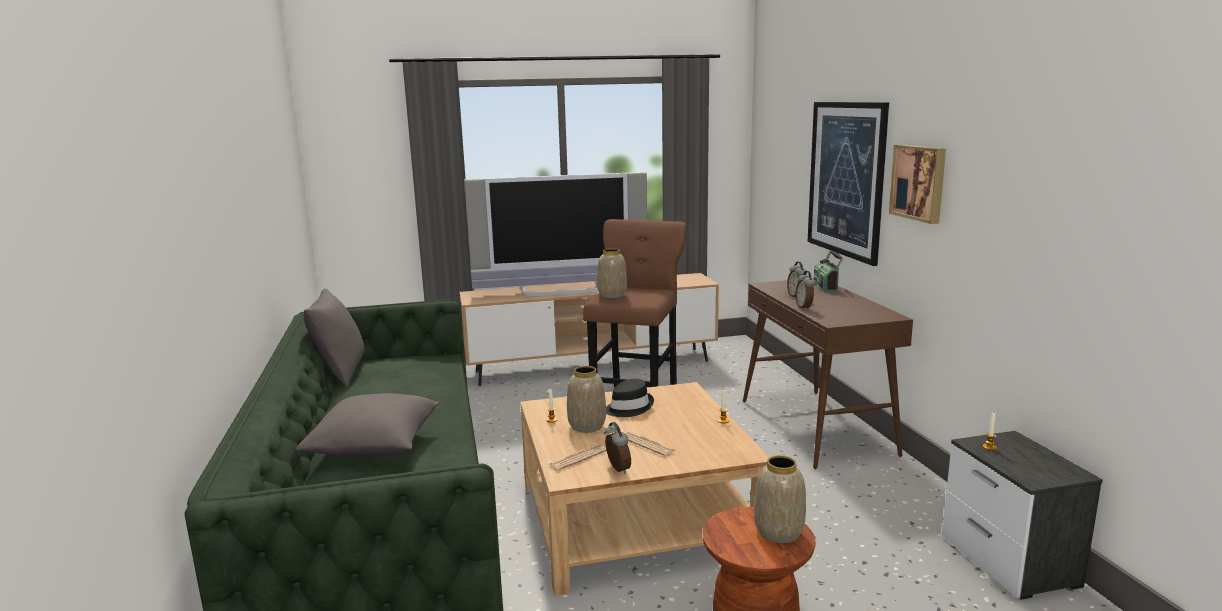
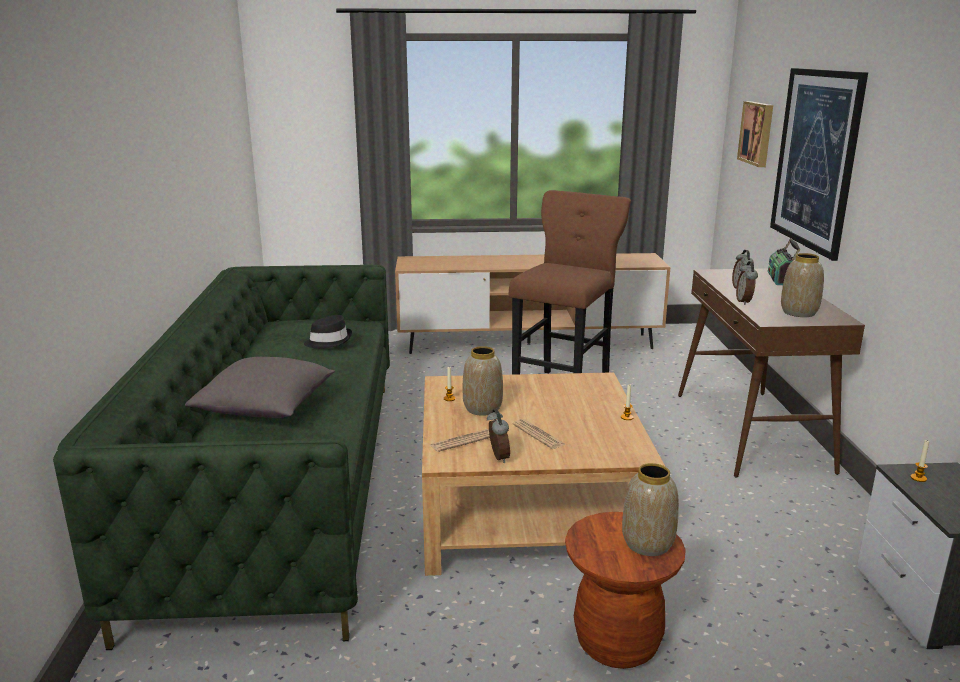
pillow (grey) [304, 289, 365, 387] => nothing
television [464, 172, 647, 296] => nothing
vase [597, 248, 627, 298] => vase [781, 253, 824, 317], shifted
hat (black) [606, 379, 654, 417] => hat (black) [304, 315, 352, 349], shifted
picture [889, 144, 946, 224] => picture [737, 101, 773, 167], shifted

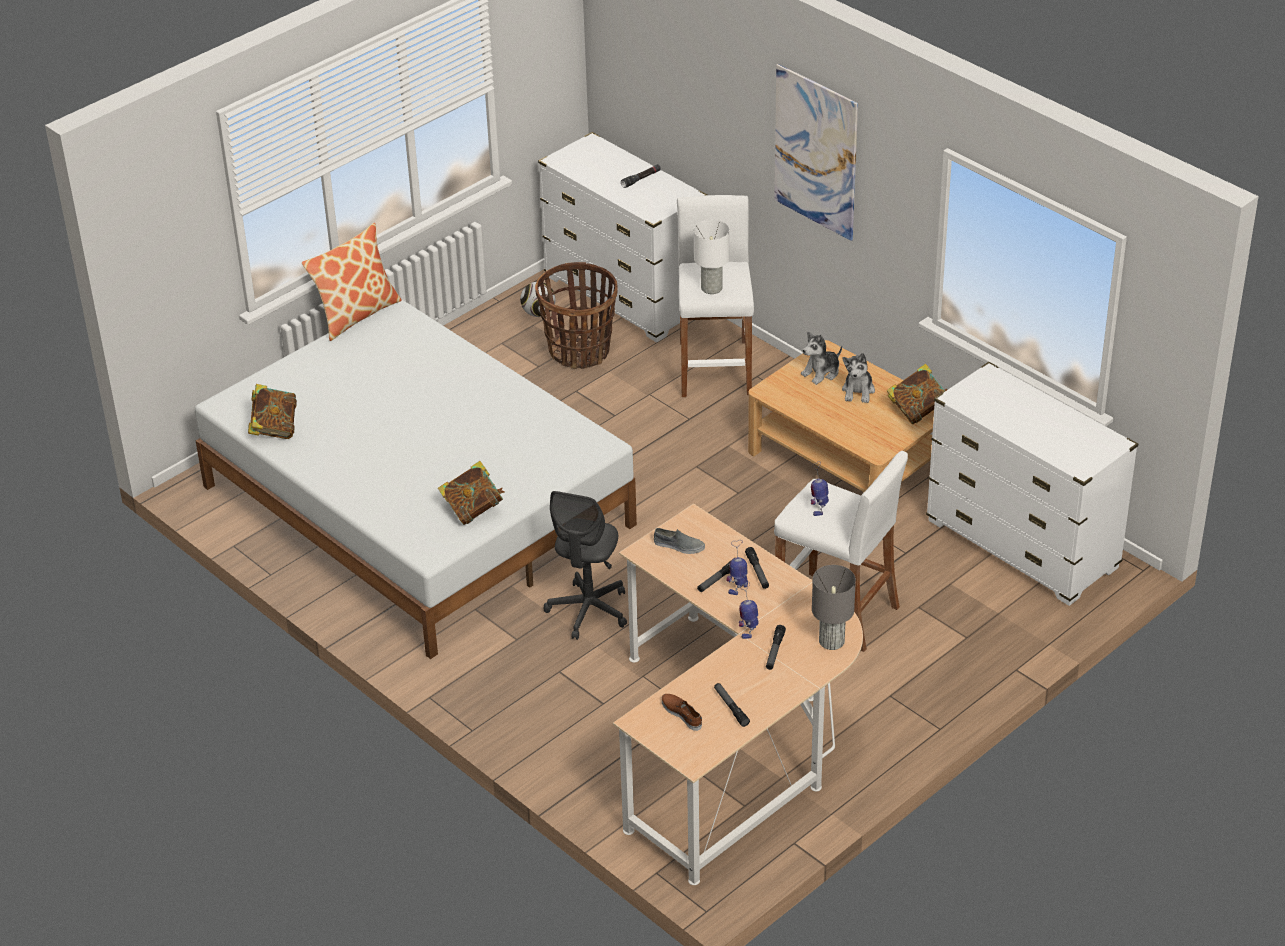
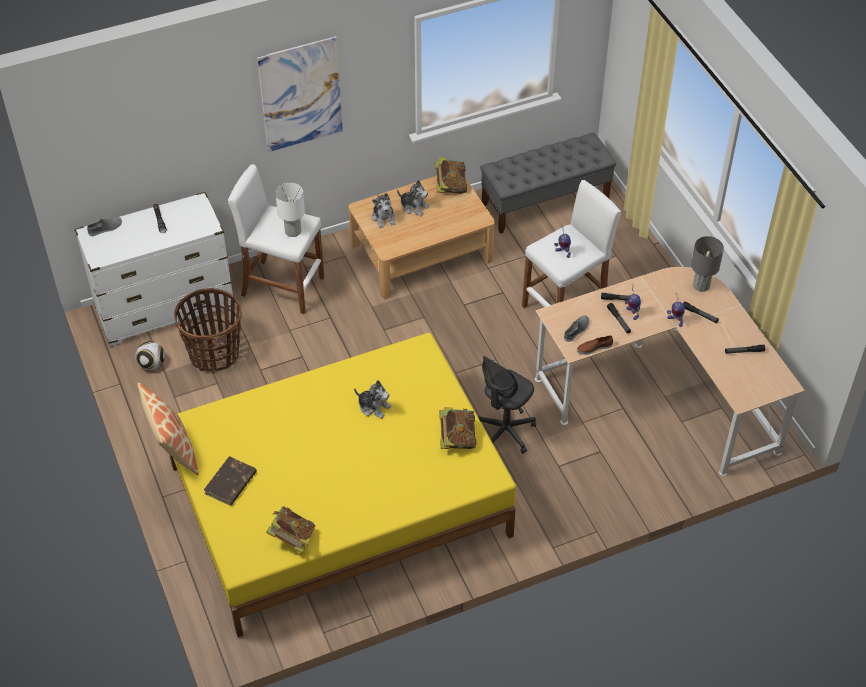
nothing => shoe (grey) [87, 217, 122, 236]
nothing => book (brown) [204, 456, 257, 506]
nothing => plush toy [354, 380, 391, 419]
shoe (brown) [662, 694, 702, 731] => shoe (brown) [577, 335, 613, 355], shifted
dresser (white) [926, 362, 1138, 606] => bench (grey) [480, 132, 616, 234]
bed (white) [195, 300, 637, 659] => bed (yellow) [169, 333, 516, 637]
office chair (grey) [544, 491, 627, 640] => office chair (grey) [478, 356, 536, 454], 90 degrees clockwise

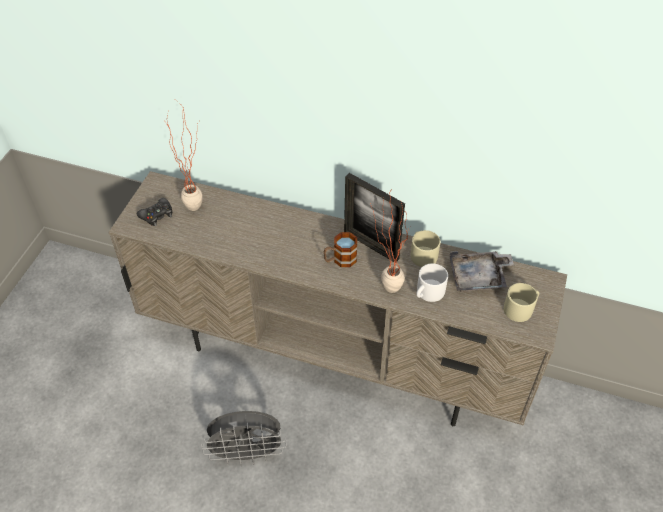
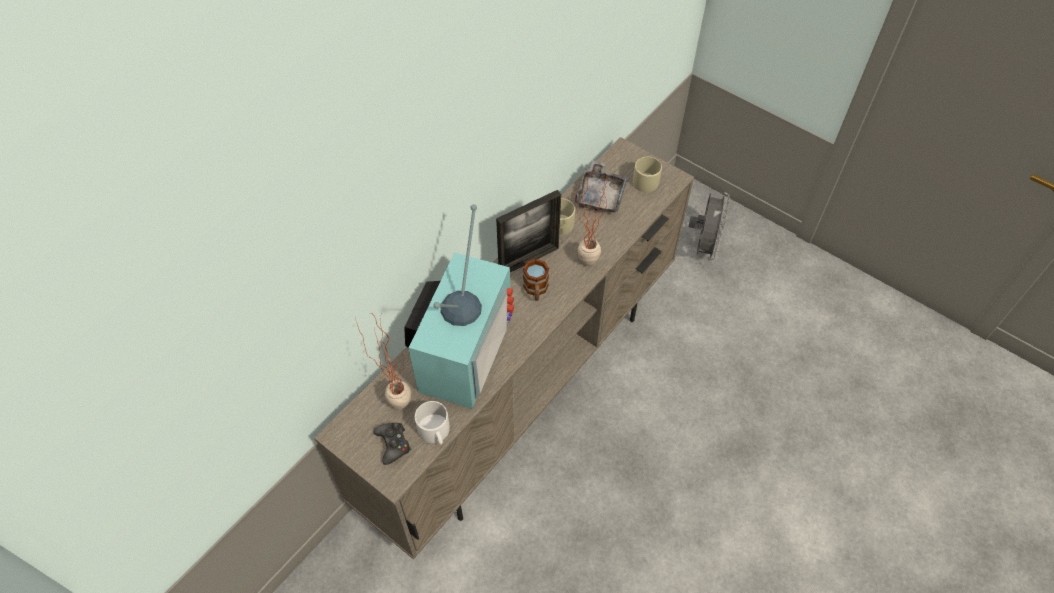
nothing => television [404, 204, 514, 409]
fan (grey) [201, 411, 287, 466] => fan (grey) [689, 192, 730, 262], shifted
mug (white) [416, 263, 448, 302] => mug (white) [415, 401, 450, 445], shifted

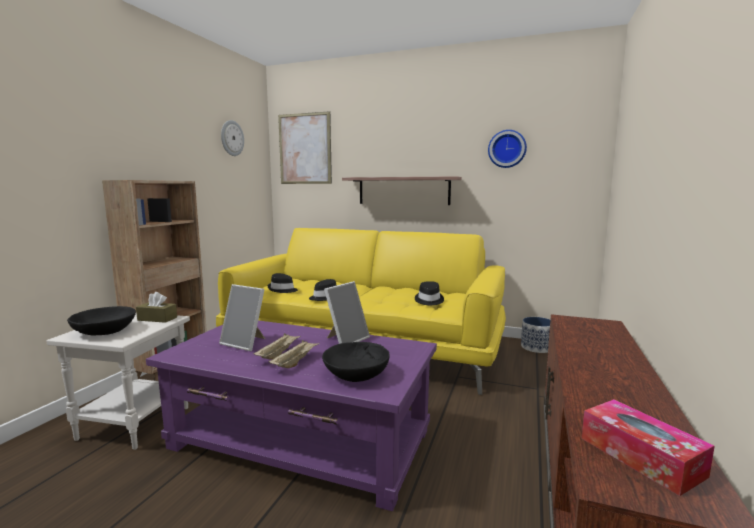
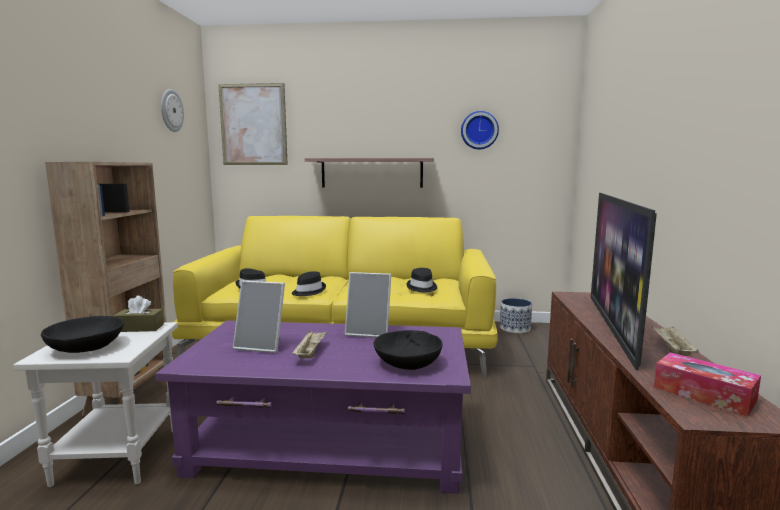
nothing => television [591, 193, 657, 370]
tray (beige) [269, 340, 320, 368] => tray (beige) [652, 327, 699, 356], shifted
picture frame [324, 281, 370, 344] => picture frame [345, 272, 391, 338], 75 degrees clockwise

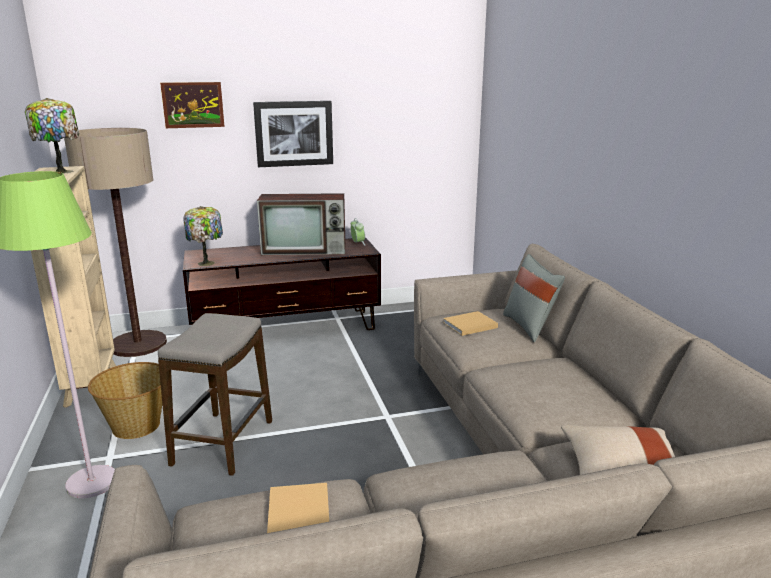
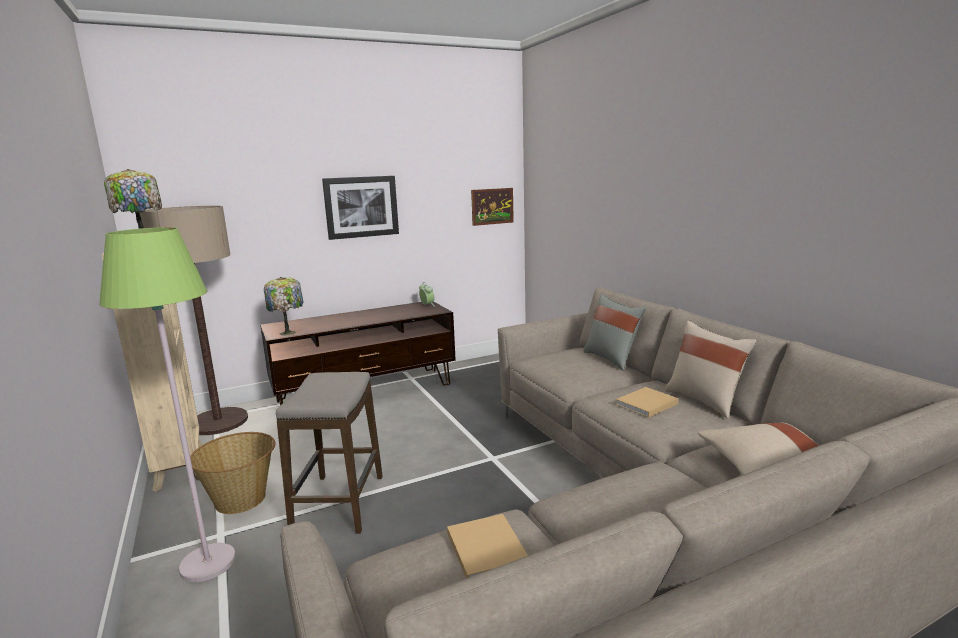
television [257, 193, 345, 255] => nothing
nothing => pillow (beige) [665, 320, 757, 419]
picture [160, 82, 225, 128] => picture [471, 188, 514, 226], shifted
book (beige) [443, 311, 498, 336] => book (beige) [616, 387, 679, 418], shifted

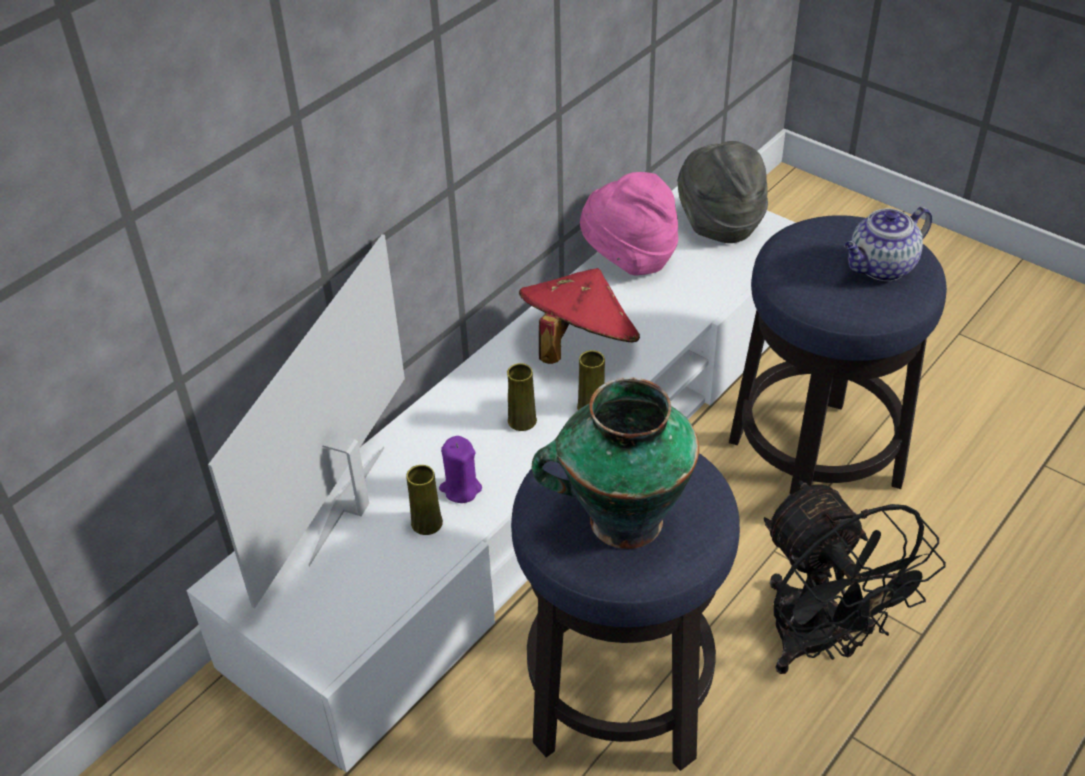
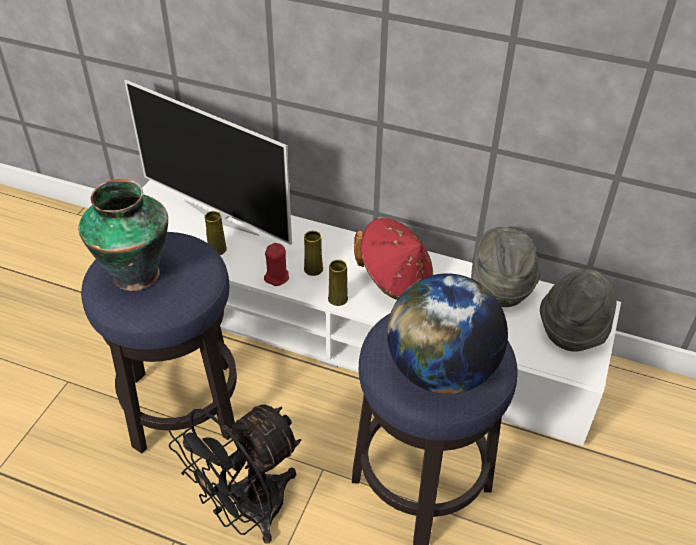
candle (purple) [439, 436, 482, 503] => nothing
nothing => candle (red) [264, 243, 289, 286]
teapot [844, 207, 932, 281] => globe [387, 273, 508, 394]
hat (pink) [580, 172, 678, 276] => hat (grey) [471, 227, 540, 307]
television [208, 234, 405, 608] => television [124, 80, 292, 245], 150 degrees counterclockwise

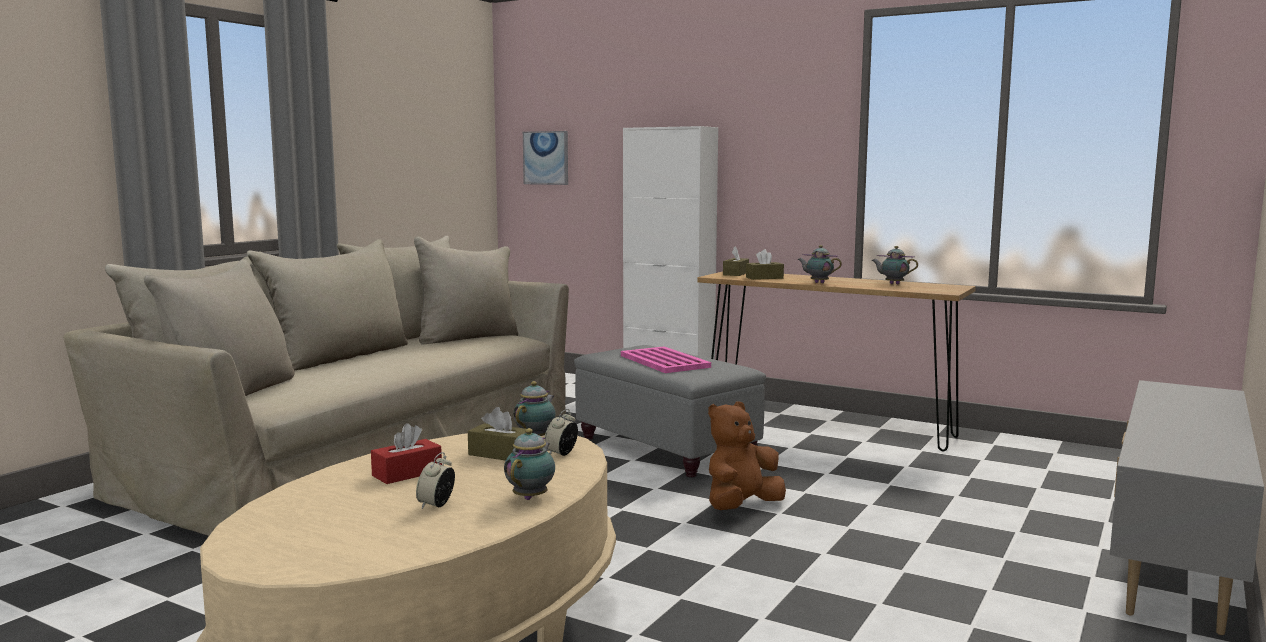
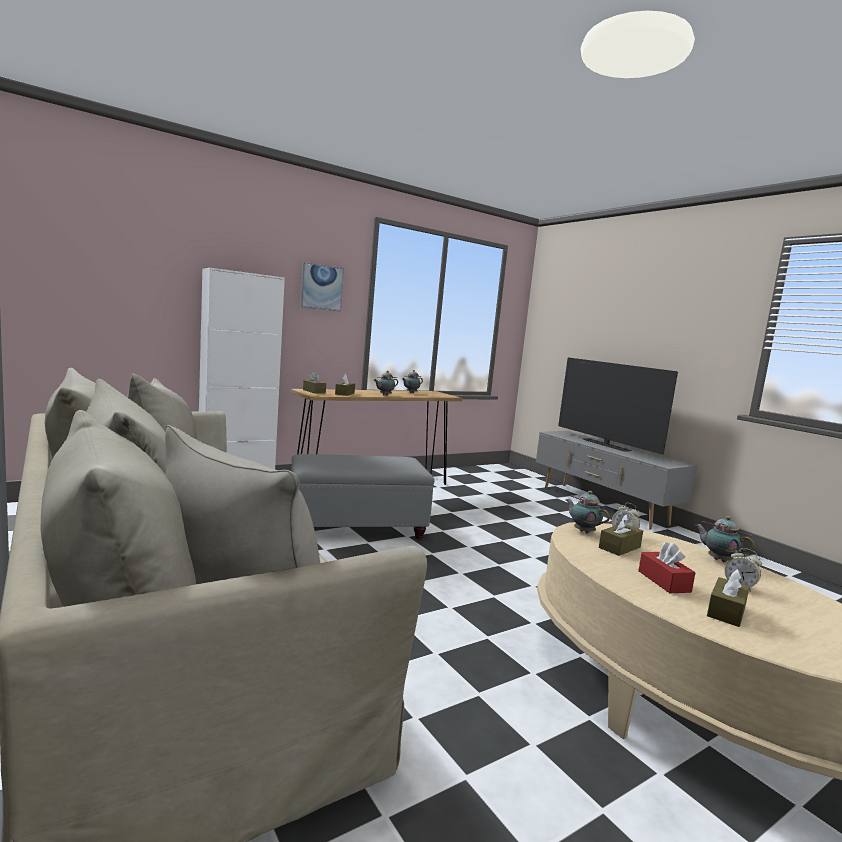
tray (pink) [621, 347, 711, 373] => nothing
plush toy (brown) [708, 401, 786, 510] => nothing
nothing => television [558, 357, 678, 455]
nothing => tissue box (brown) [707, 569, 749, 627]
picture [523, 131, 568, 185] => picture [300, 262, 344, 312], shifted

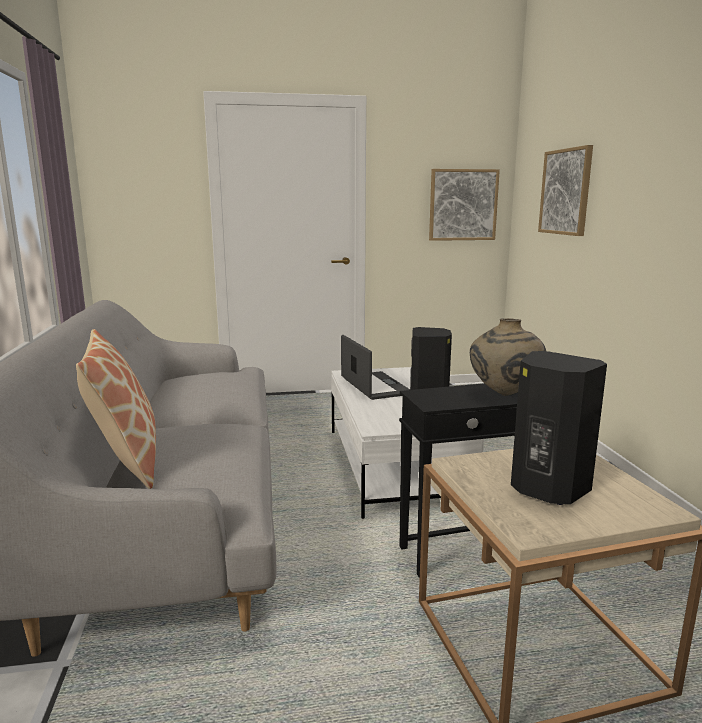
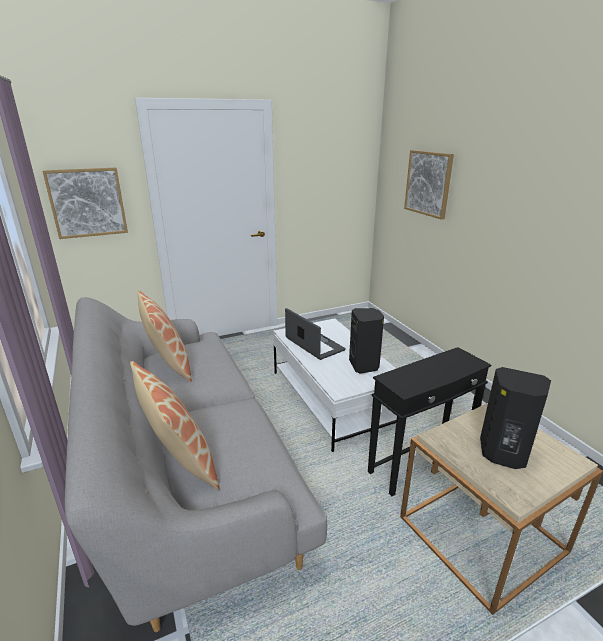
vase (beige) [470, 318, 546, 396] => nothing
nothing => pillow [137, 290, 192, 382]
picture [429, 169, 500, 241] => picture [42, 168, 128, 239], shifted

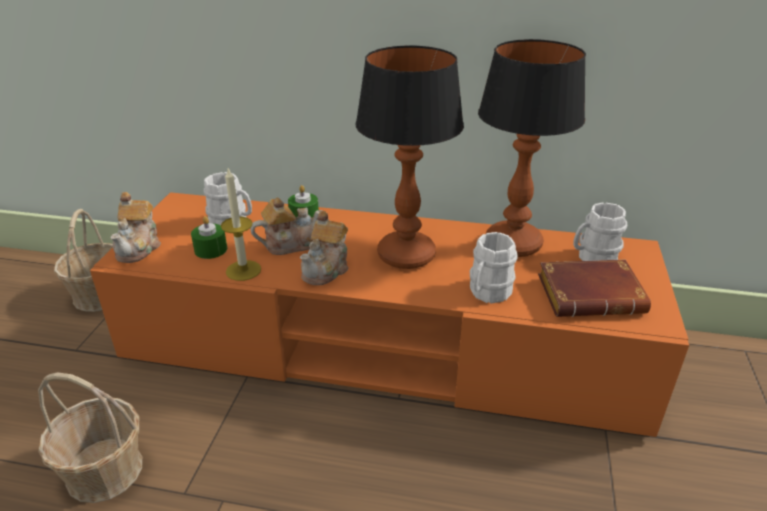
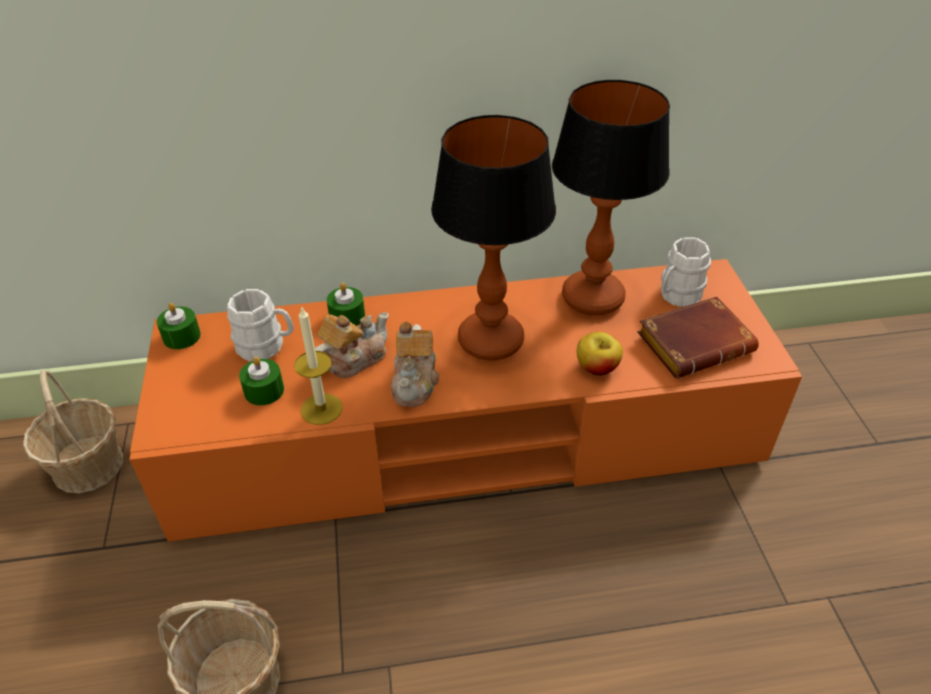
teapot [110, 192, 161, 263] => nothing
nothing => candle (green) [157, 303, 201, 349]
mug (white) [470, 232, 518, 303] => apple [577, 332, 623, 376]

